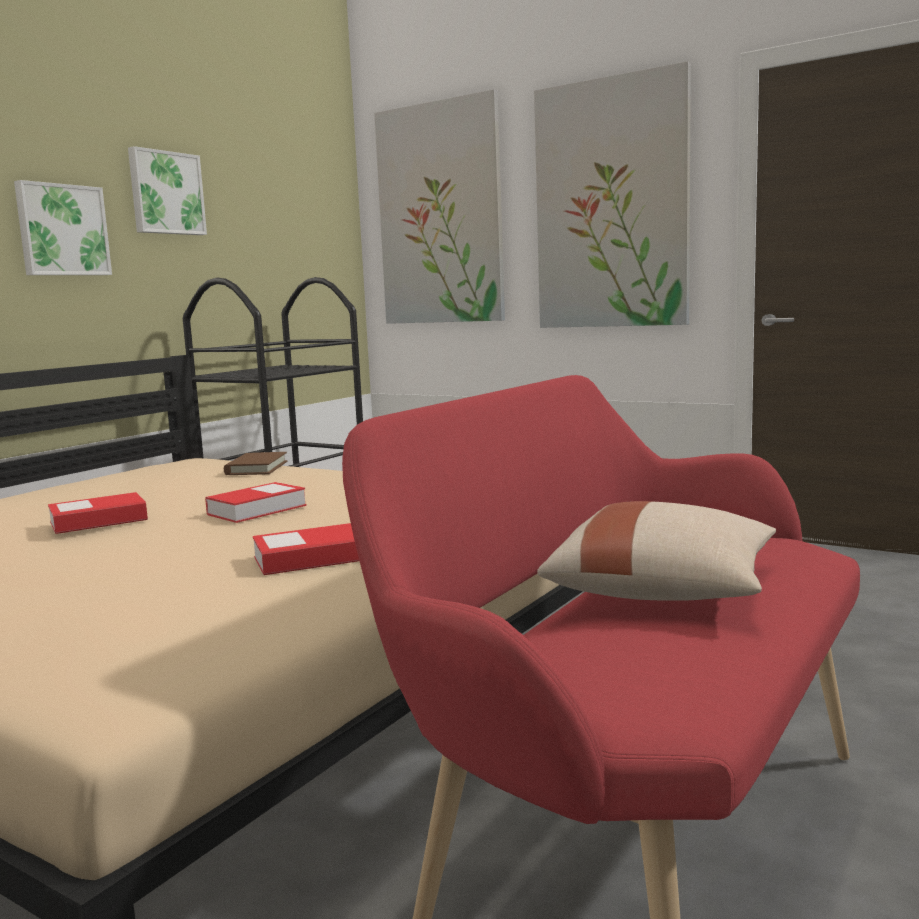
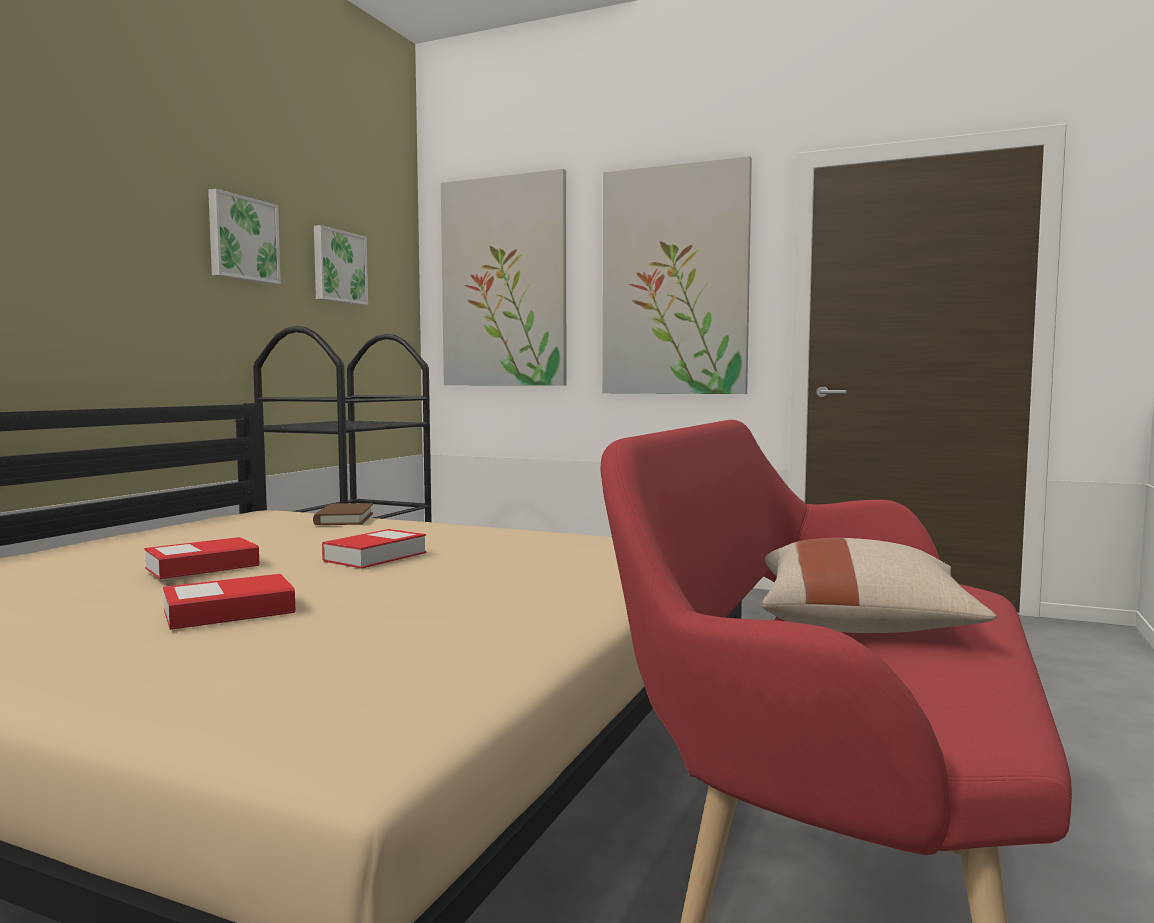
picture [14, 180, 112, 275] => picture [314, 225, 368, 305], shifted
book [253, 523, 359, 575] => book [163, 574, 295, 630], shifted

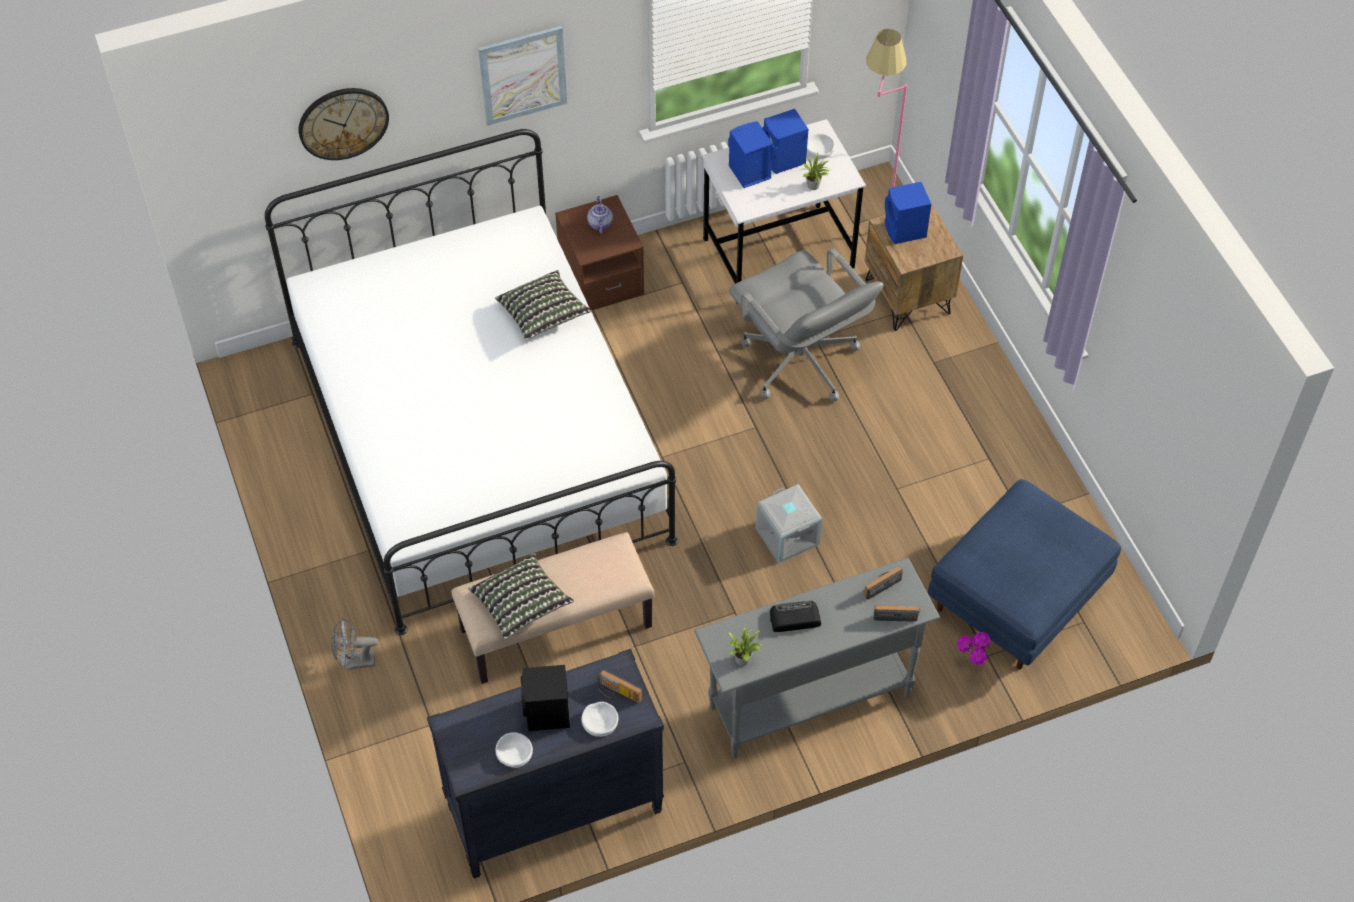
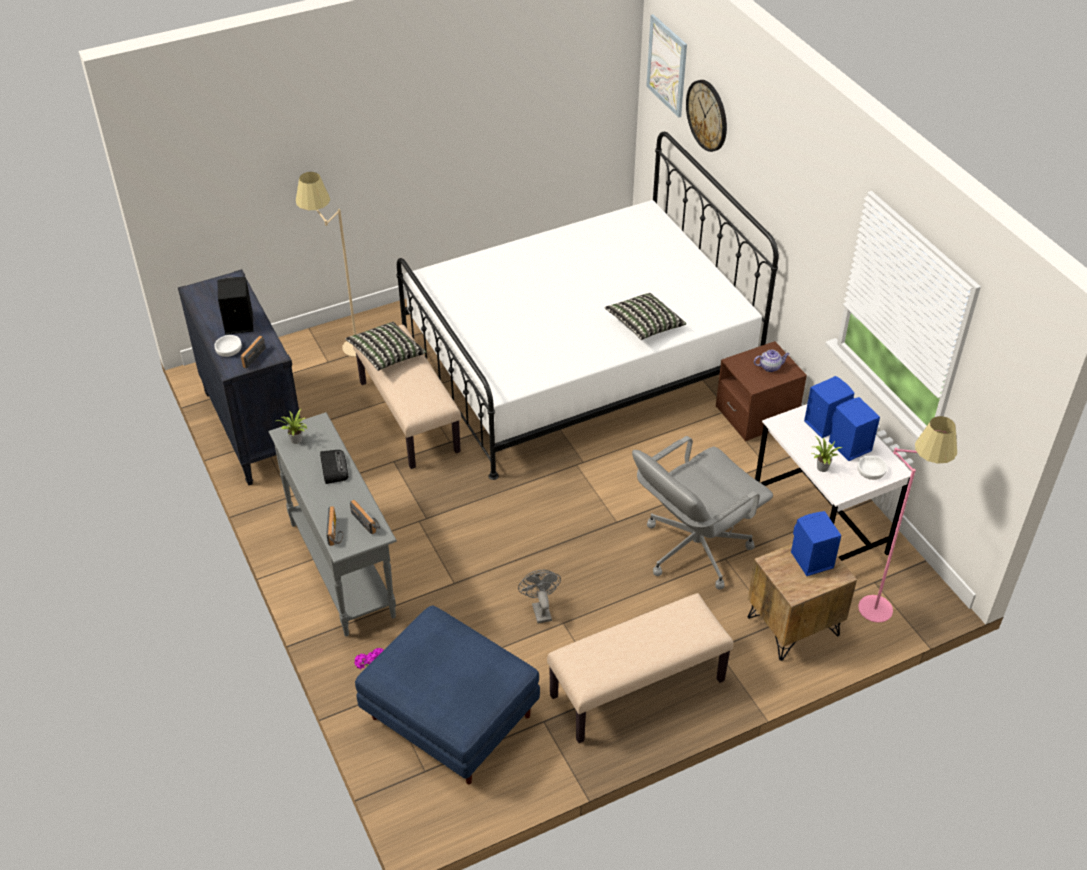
bowl (white) [496, 732, 533, 768] => nothing
storage box (grey) [755, 484, 822, 563] => nothing
nothing => floor lamp (beige) [296, 172, 356, 357]
nothing => bench (beige) [547, 593, 734, 743]
fan (grey) [331, 617, 378, 670] => fan (grey) [518, 570, 561, 624], shifted
picture [478, 26, 567, 126] => picture [646, 14, 687, 118], shifted

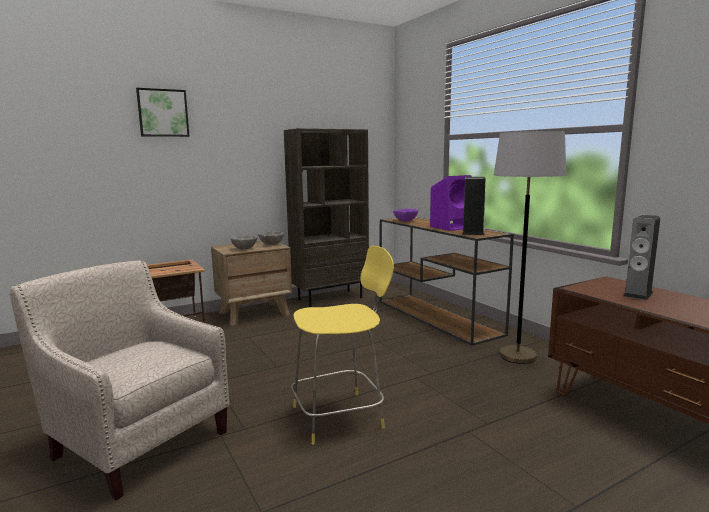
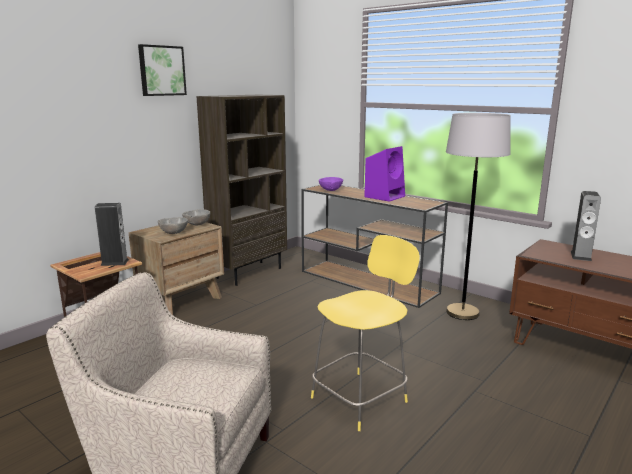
picture [136, 88, 189, 137] => picture [138, 44, 187, 96], shifted
speaker [462, 177, 486, 235] => speaker [95, 203, 129, 266], shifted

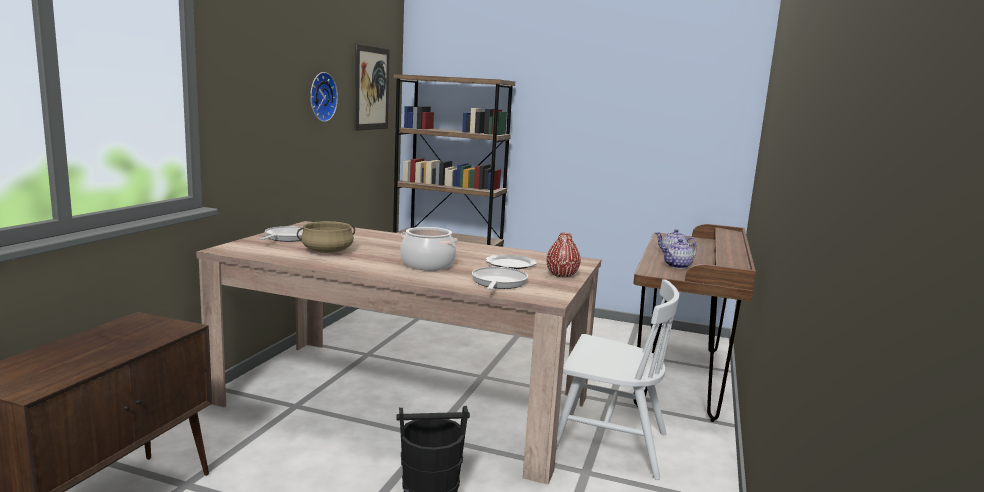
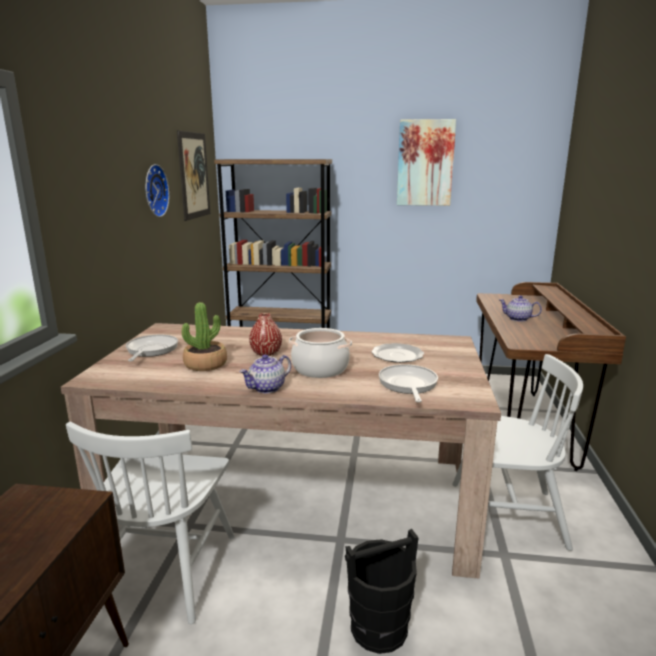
nothing => chair (white) [66, 422, 235, 624]
nothing => picture [397, 119, 456, 206]
vase (red) [546, 233, 581, 277] => vase (red) [249, 313, 282, 356], shifted
teapot [663, 239, 697, 269] => teapot [239, 354, 291, 393], shifted
cooking pot (beige) [297, 221, 355, 253] => potted plant [181, 302, 227, 371]

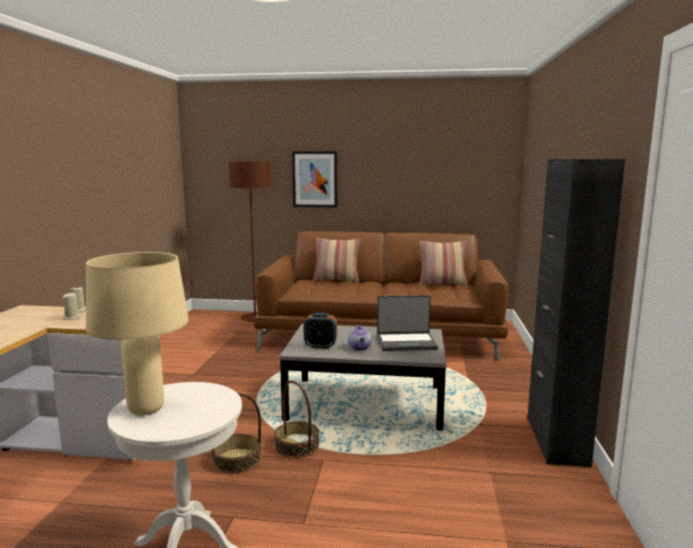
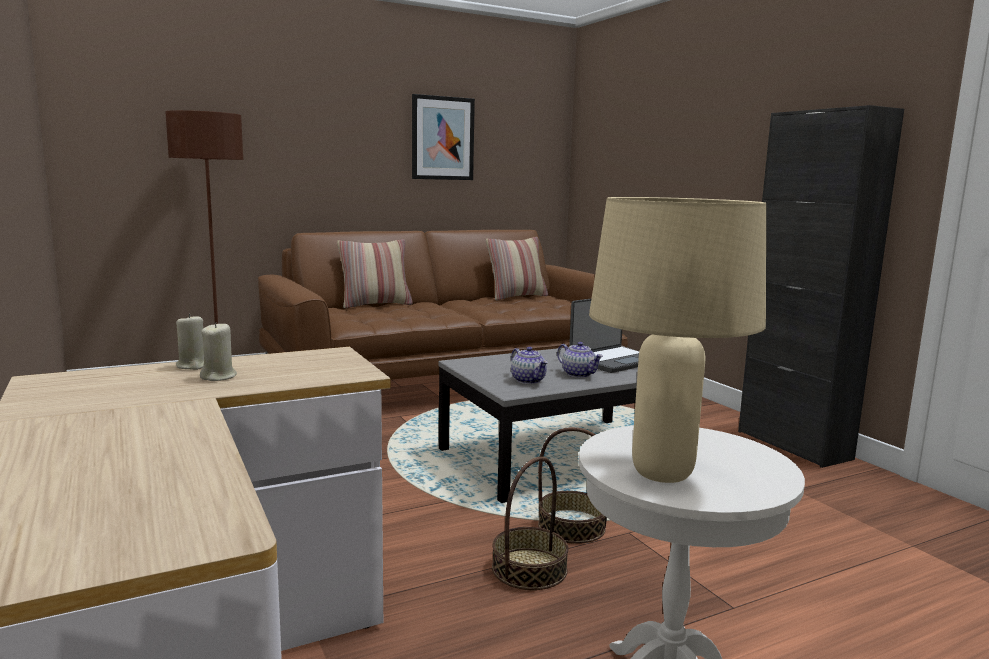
picture [292, 151, 337, 207] => picture [412, 94, 475, 180], shifted
alarm clock [304, 313, 337, 349] => teapot [511, 347, 548, 384]

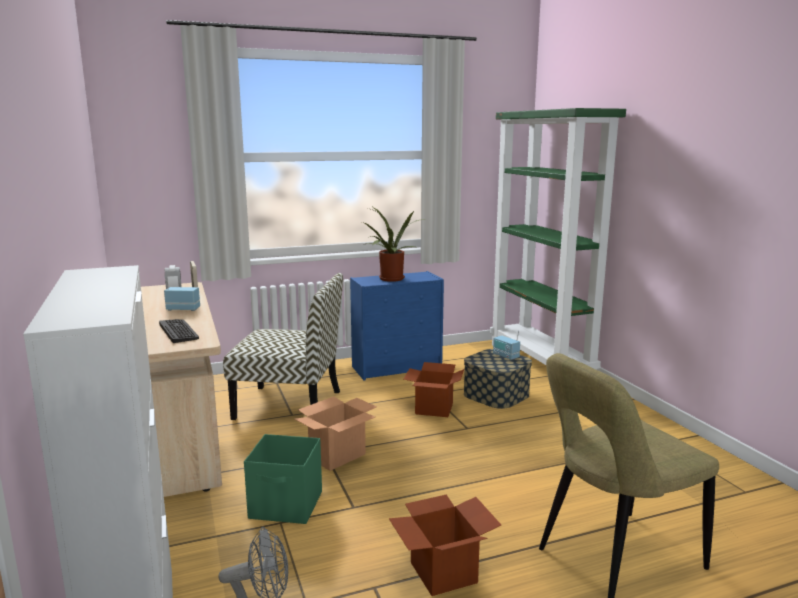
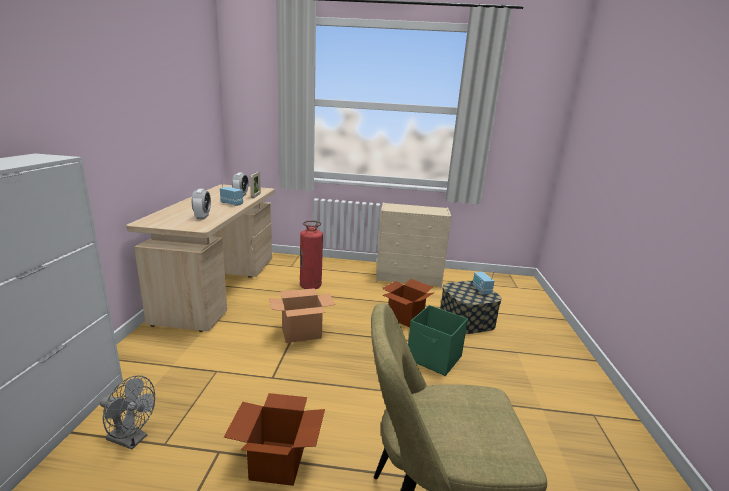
potted plant [362, 207, 425, 282] => nothing
bookcase (green) [490, 108, 626, 370] => nothing
storage box (green) [244, 434, 322, 524] => storage box (green) [408, 305, 468, 376], shifted
keyboard [159, 319, 199, 343] => alarm clock [192, 189, 211, 219]
chair [223, 273, 343, 420] => fire extinguisher [300, 220, 323, 289]
dresser (blue) [350, 271, 444, 380] => dresser (beige) [376, 203, 451, 288]

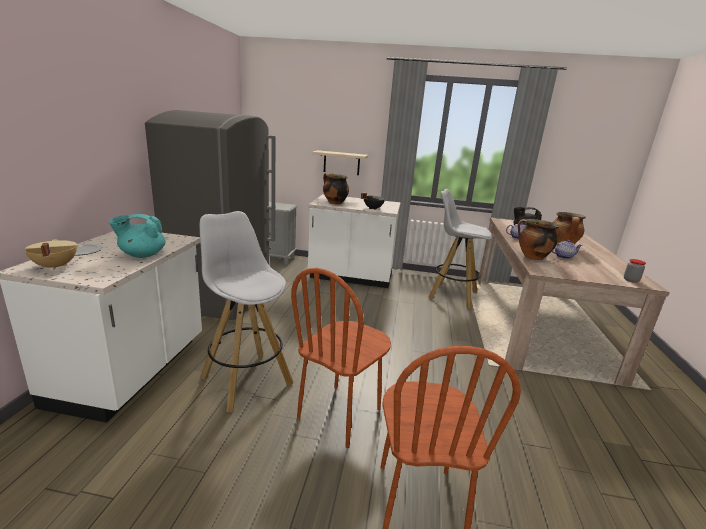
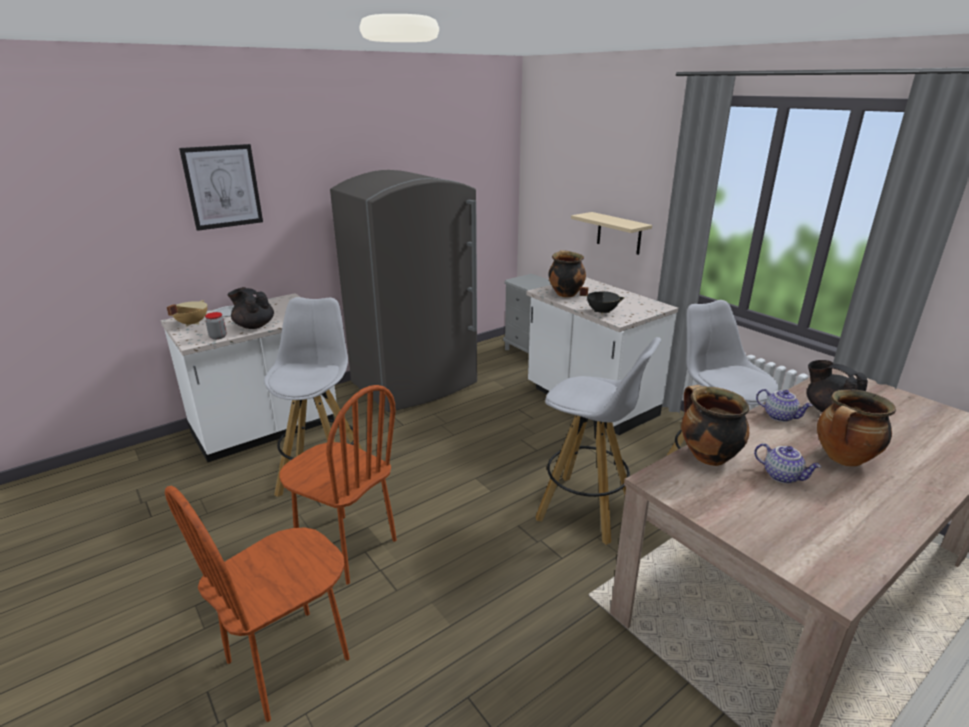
nothing => picture [179, 144, 263, 231]
nothing => stool (white) [536, 337, 661, 545]
jar [624, 259, 646, 283] => jar [205, 312, 226, 340], shifted
teapot (turquoise) [109, 214, 166, 258] => teapot (black) [227, 287, 274, 329]
chair (brown) [291, 268, 391, 448] => chair (brown) [279, 385, 397, 585], 135 degrees counterclockwise

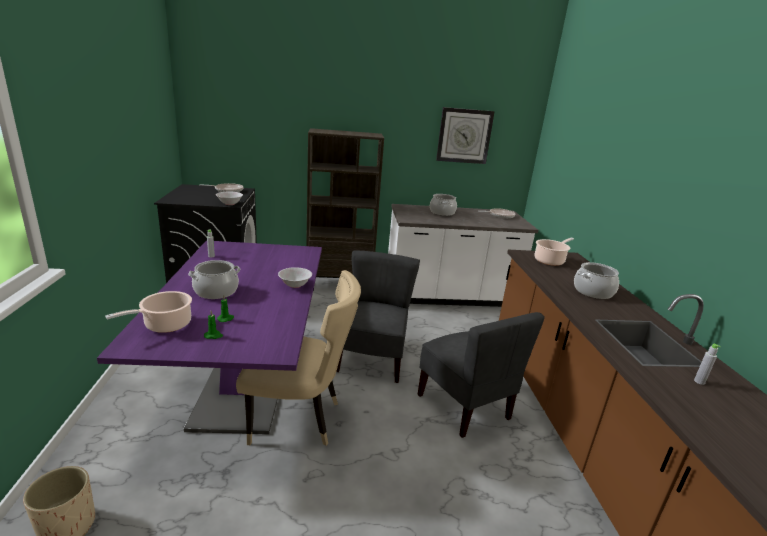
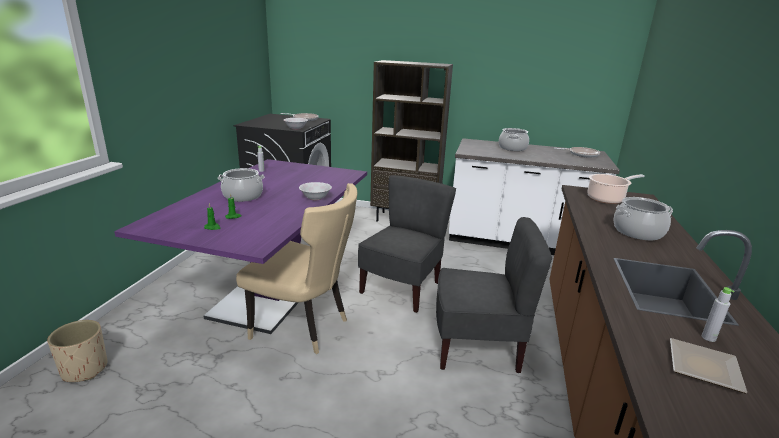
cooking pot [105, 291, 192, 333] => nothing
wall clock [436, 107, 495, 164] => nothing
nothing => plate [670, 338, 747, 393]
chair (grey) [418, 312, 545, 438] => chair (grey) [436, 217, 552, 373], 75 degrees counterclockwise

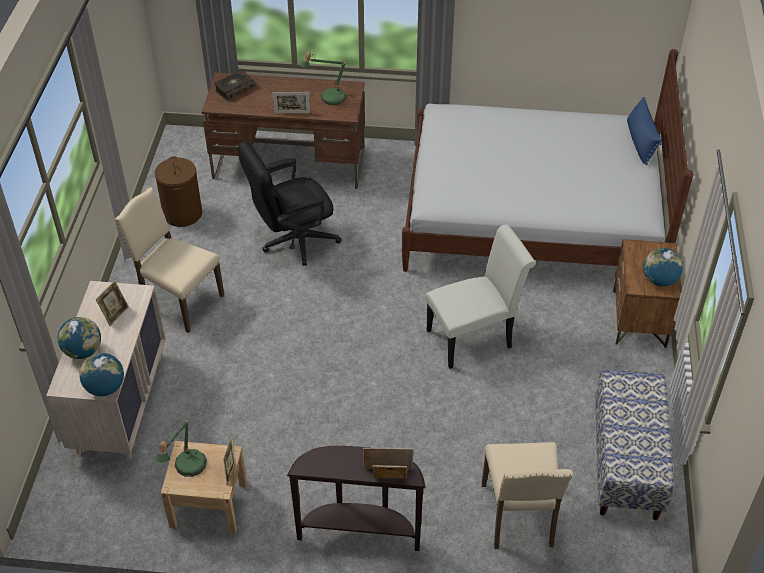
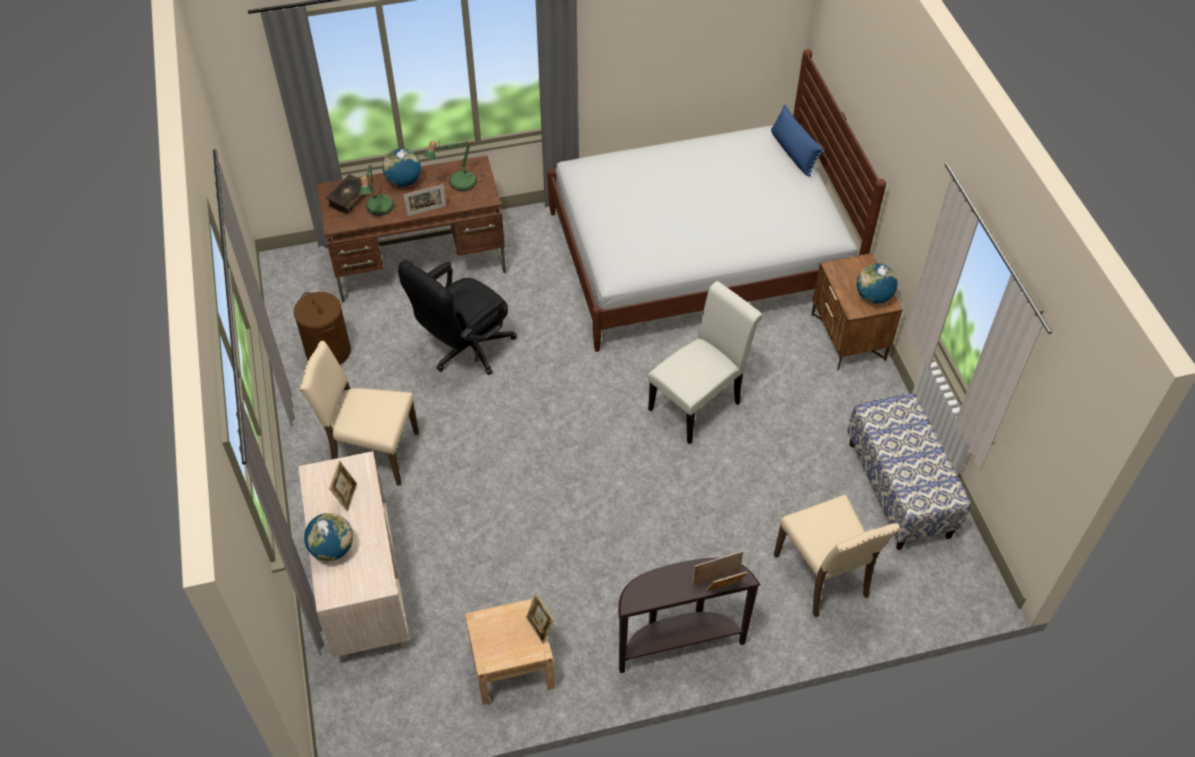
globe [79, 353, 124, 396] => globe [383, 148, 421, 187], shifted
table lamp [155, 418, 207, 477] => table lamp [359, 162, 395, 216], shifted

